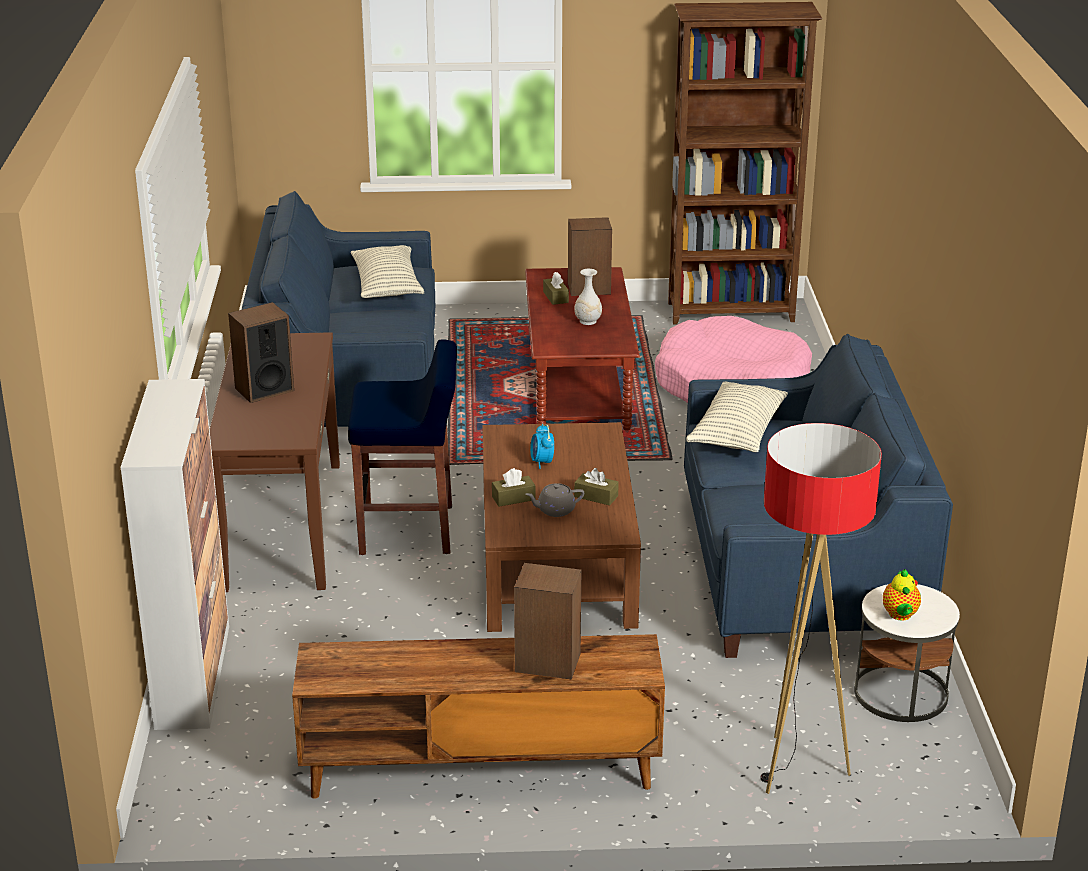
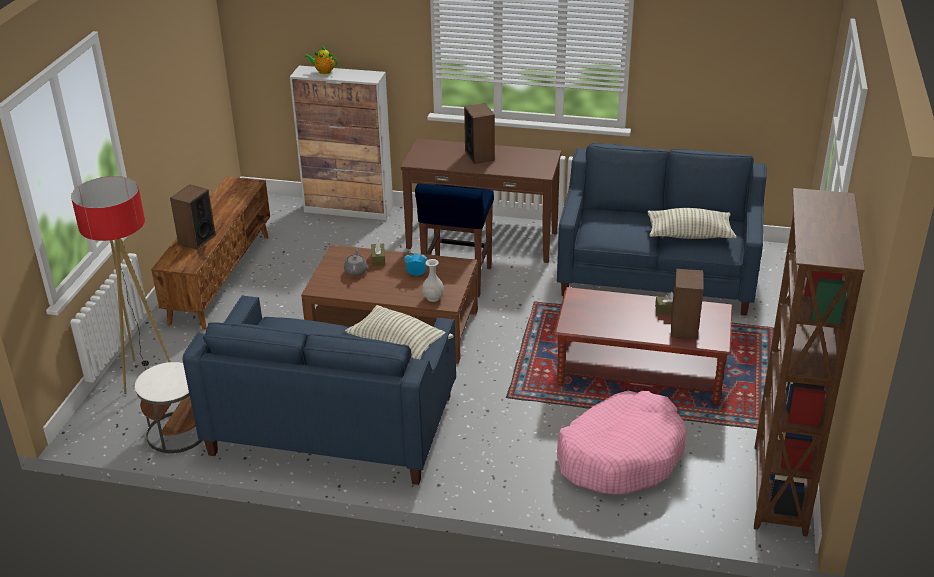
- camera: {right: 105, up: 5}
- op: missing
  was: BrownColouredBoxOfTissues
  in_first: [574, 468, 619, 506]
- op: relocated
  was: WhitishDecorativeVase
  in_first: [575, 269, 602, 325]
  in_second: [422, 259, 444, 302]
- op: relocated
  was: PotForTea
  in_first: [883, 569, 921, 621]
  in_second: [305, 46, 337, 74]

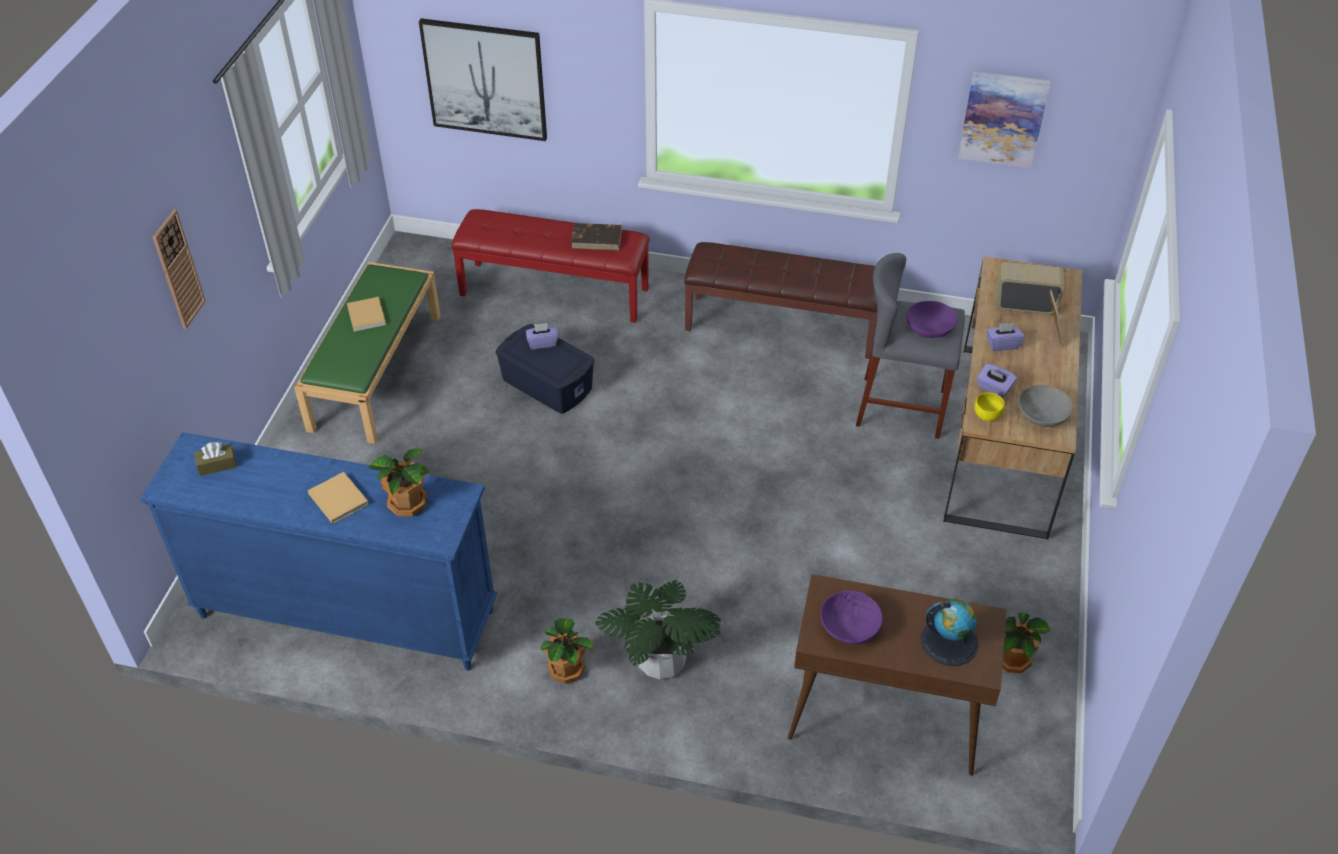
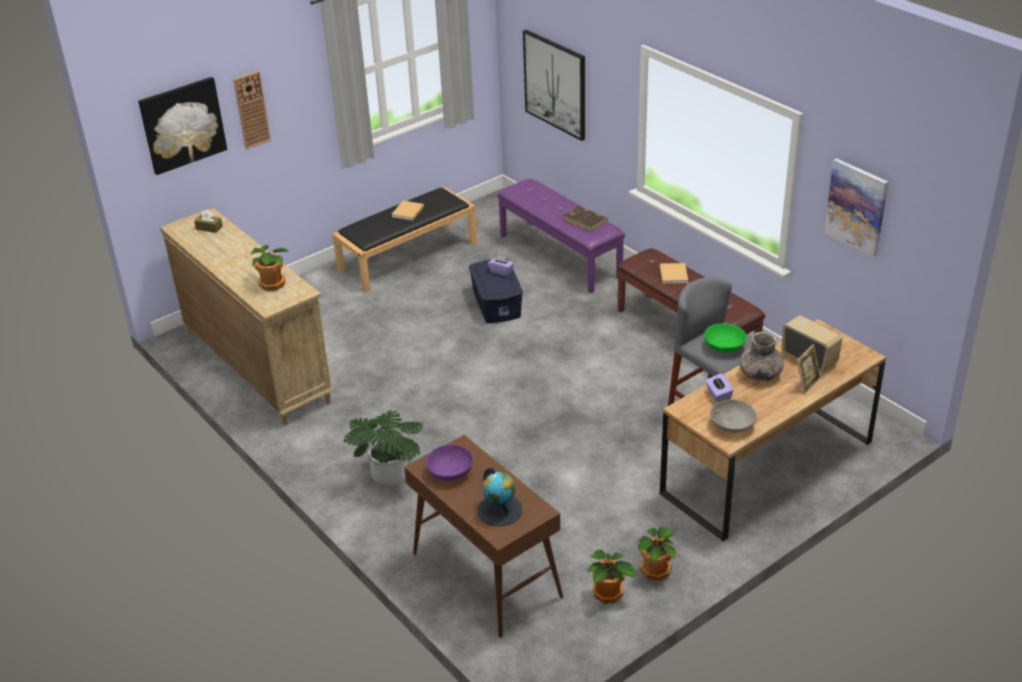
- camera: {right: 40, up: -10}
- op: missing
  was: YellowBowl
  in_first: [974, 392, 1005, 421]
- op: appeared
  now: WallPicture
  in_second: [138, 77, 227, 175]
- op: relocated
  was: SandColouredBook
  in_first: [308, 472, 369, 524]
  in_second: [660, 263, 688, 284]
- op: relocated
  was: Houseplant
  in_first: [540, 618, 594, 684]
  in_second: [638, 527, 676, 581]
- op: exchanged
  was: PurplishBoxOfTissues
  now: GreyishDecorativeVase
  in_first: [986, 323, 1025, 351]
  in_second: [739, 332, 784, 381]
- op: colour
  was: BluishDresser
  now: SandColouredDresser
  in_first: [140, 432, 498, 671]
  in_second: [160, 207, 334, 425]
- op: colour
  was: GreenishIndoorBench
  now: BlackIndoorBench
  in_first: [294, 262, 441, 444]
  in_second: [332, 187, 477, 292]
- op: colour
  was: RedColouredIndoorBench
  now: PurplishIndoorBench
  in_first: [451, 209, 650, 323]
  in_second: [497, 179, 625, 293]
- op: colour
  was: PurplishBowl
  now: GreenishBowl
  in_first: [906, 301, 958, 338]
  in_second: [704, 324, 747, 353]

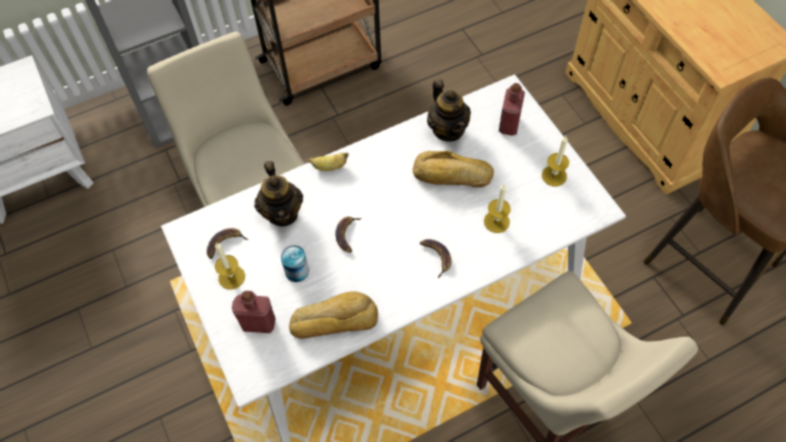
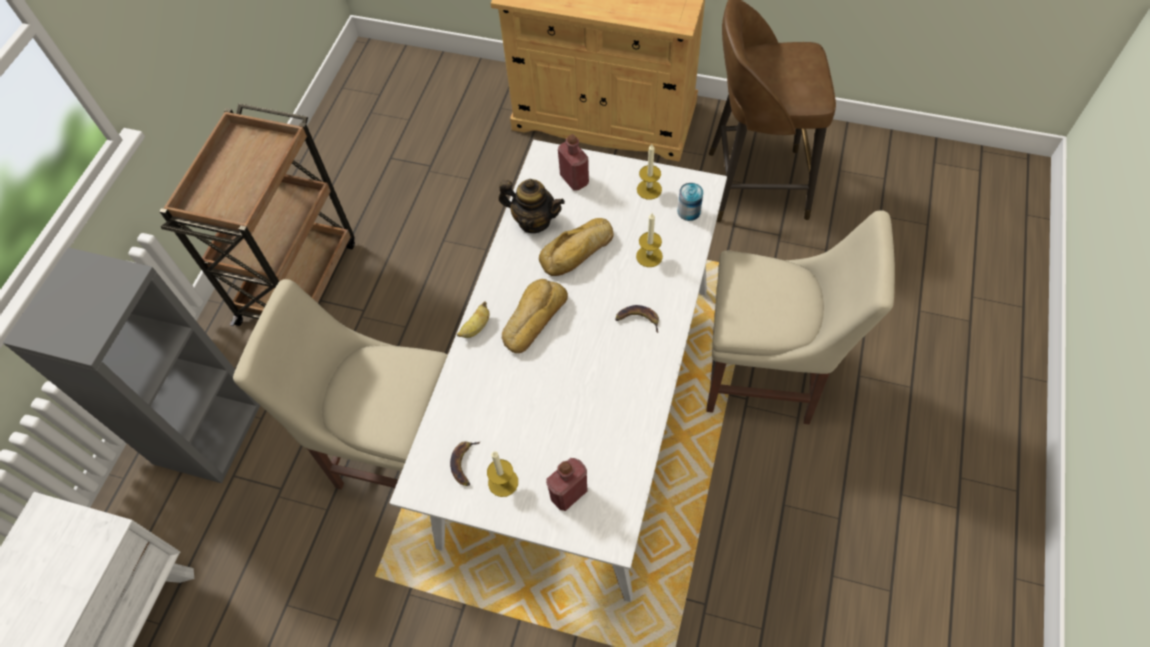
- camera: {right: -45, up: 0}
- op: missing
  was: PotForTea
  in_first: [254, 161, 303, 227]
- op: missing
  was: Banana
  in_first: [335, 216, 361, 253]
- op: relocated
  was: MetalCan
  in_first: [281, 245, 309, 282]
  in_second: [677, 183, 703, 221]
- op: relocated
  was: Bread
  in_first: [289, 291, 378, 339]
  in_second: [502, 279, 568, 353]

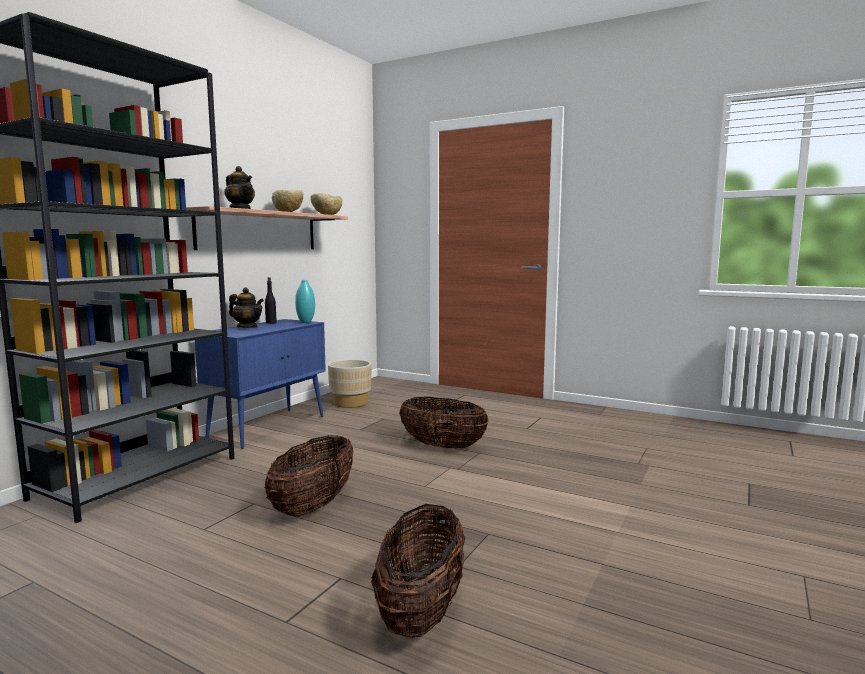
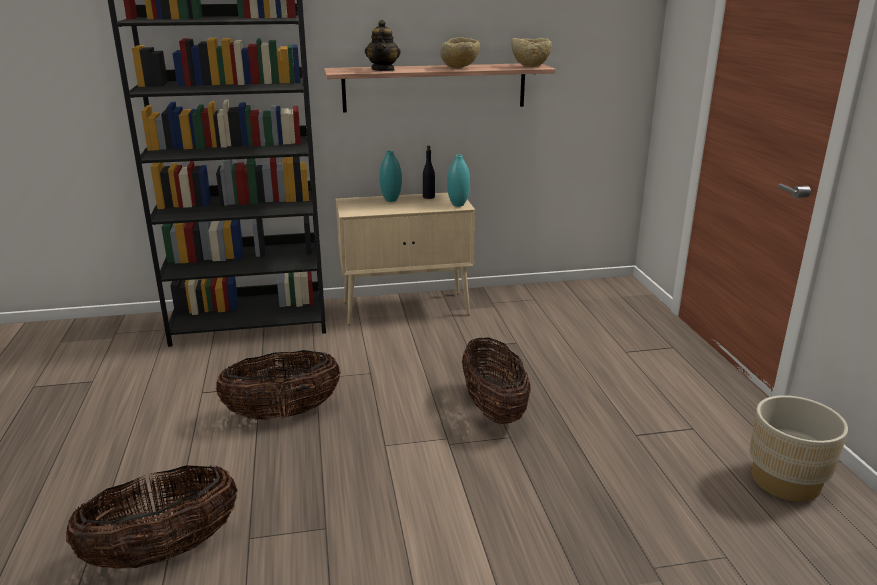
- camera: {right: 50, up: 15}
- op: relocated
  was: SandColouredPlantPot
  in_first: [328, 359, 371, 408]
  in_second: [750, 395, 848, 502]
- op: exchanged
  was: PotForTea
  now: TurquoiseDecorativeVase
  in_first: [229, 287, 264, 328]
  in_second: [379, 151, 402, 202]
- op: colour
  was: BluishCabinet
  now: SandColouredCabinet
  in_first: [195, 319, 326, 449]
  in_second: [336, 193, 475, 325]

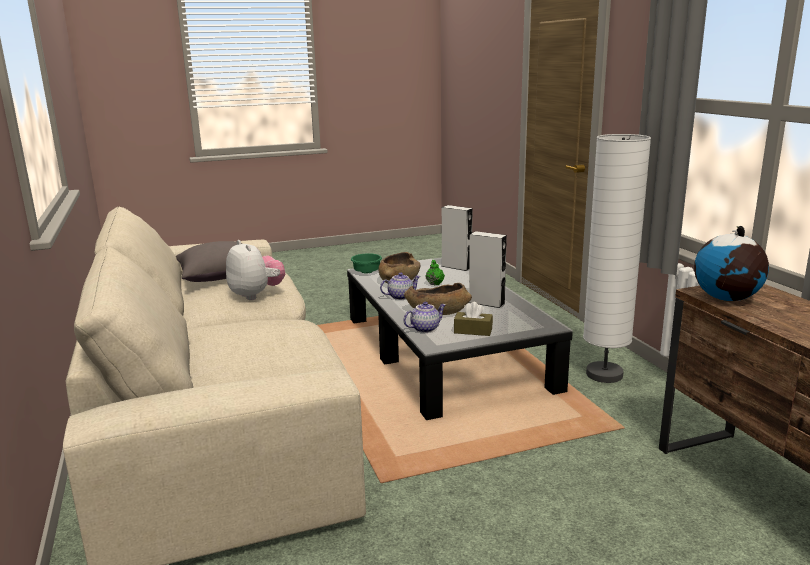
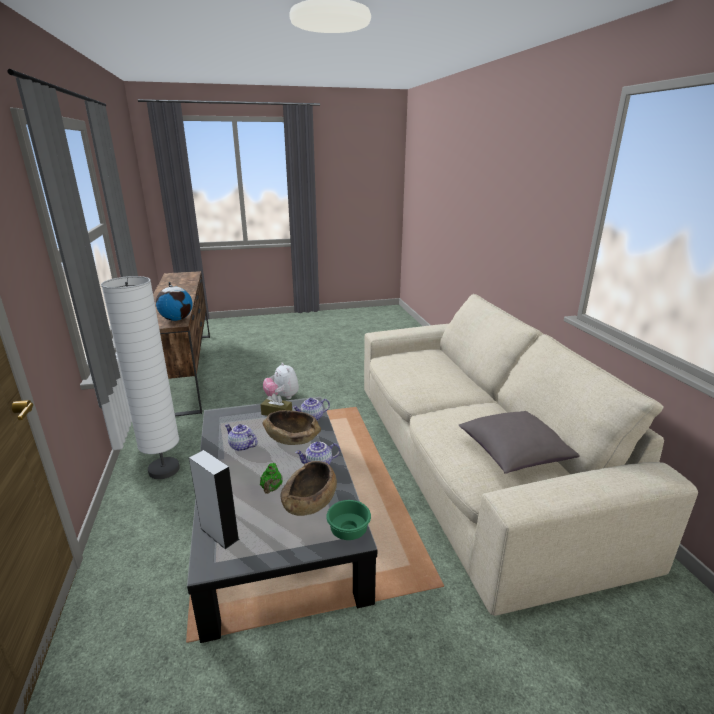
- camera: {right: -175, up: 5}
- op: relocated
  was: PlushToy
  in_first: [226, 240, 285, 300]
  in_second: [263, 363, 299, 399]
- op: exchanged
  was: GreyishSpeaker
  now: PotForTea
  in_first: [469, 231, 507, 308]
  in_second: [225, 424, 257, 451]

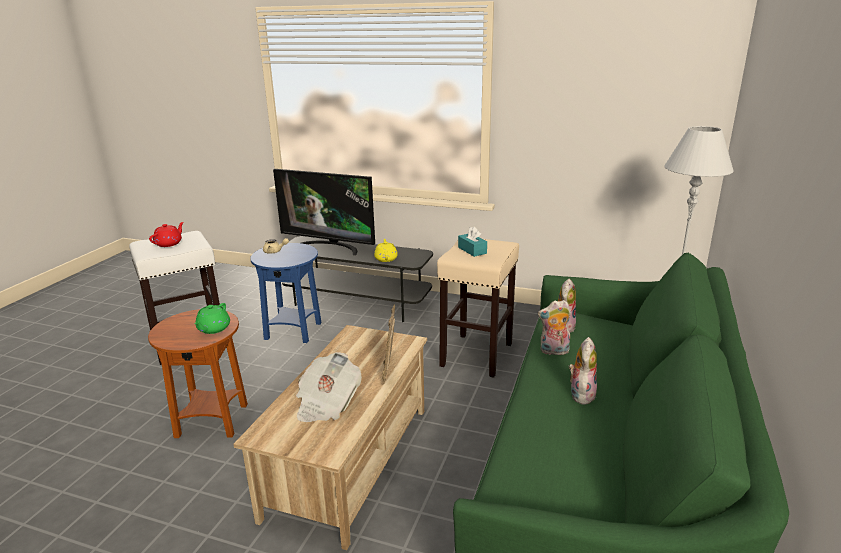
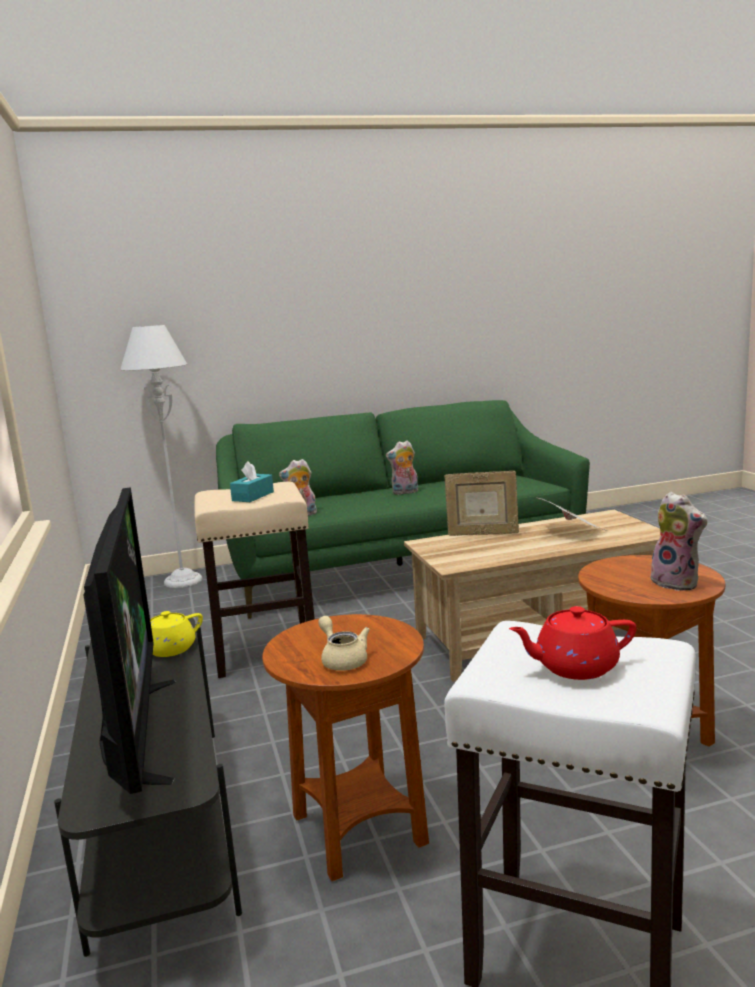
- camera: {right: -125, up: -10}
- op: missing
  was: GreenishPotForTea
  in_first: [194, 303, 230, 334]
- op: relocated
  was: PlushToy
  in_first: [538, 300, 571, 355]
  in_second: [650, 492, 707, 591]
- op: colour
  was: BluishAccentTable
  now: BrownColouredAccentTable
  in_first: [250, 243, 322, 343]
  in_second: [262, 614, 429, 881]
- op: spun
  was: StandingFrame
  in_first: [382, 304, 395, 385]
  in_second: [444, 471, 519, 536]
  clockwise: 45

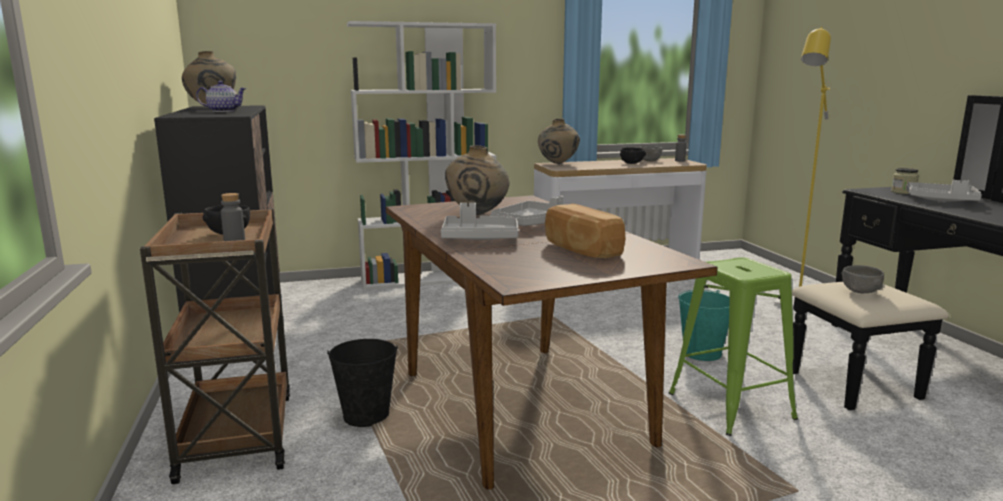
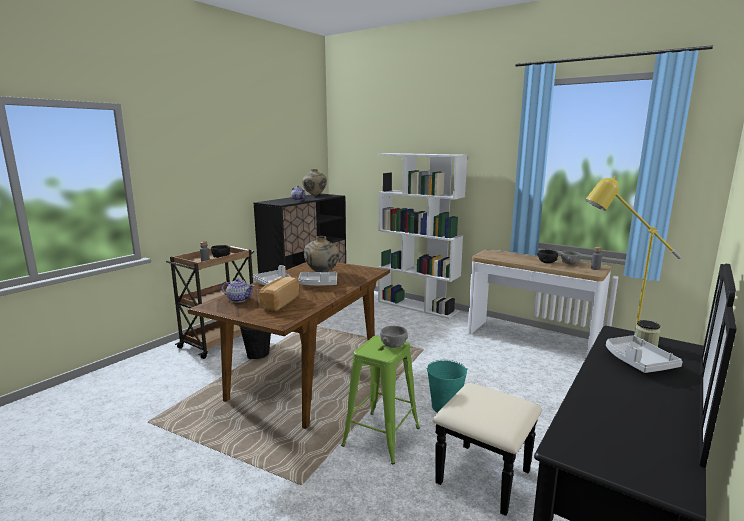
- camera: {right: 50, up: 0}
- op: missing
  was: SandColouredDecorativeVase
  in_first: [538, 119, 580, 164]
- op: appeared
  now: PotForTea
  in_second: [221, 278, 255, 302]
- op: relocated
  was: GreyishBowl
  in_first: [841, 265, 884, 293]
  in_second: [380, 326, 408, 348]

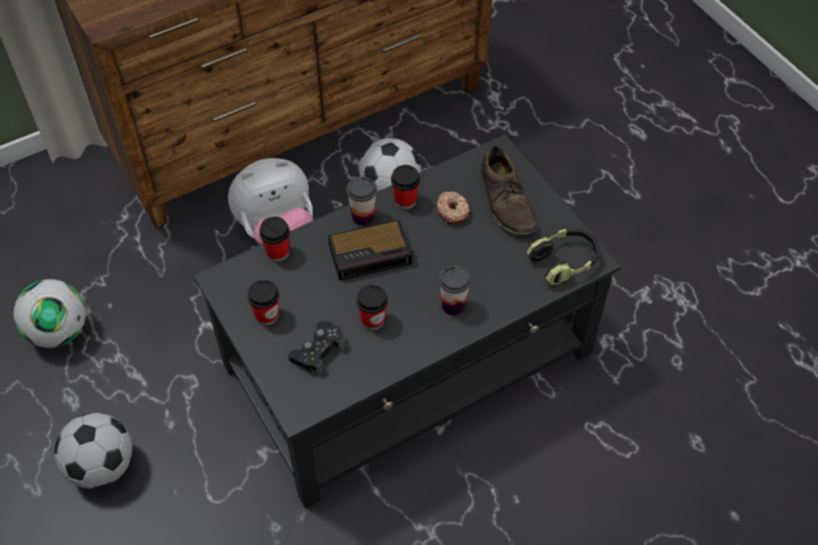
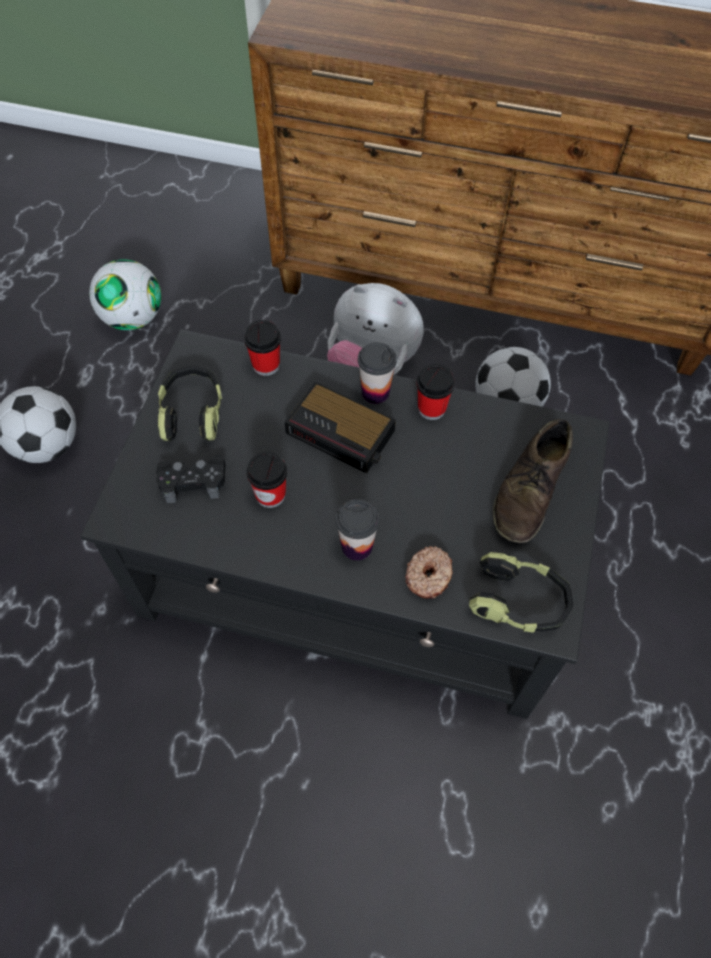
- camera: {right: 45, up: 5}
- op: relocated
  was: Donut
  in_first: [436, 191, 470, 224]
  in_second: [405, 546, 453, 599]
- op: exchanged
  was: SmallCup
  now: Headset
  in_first: [247, 279, 279, 325]
  in_second: [158, 366, 222, 442]

